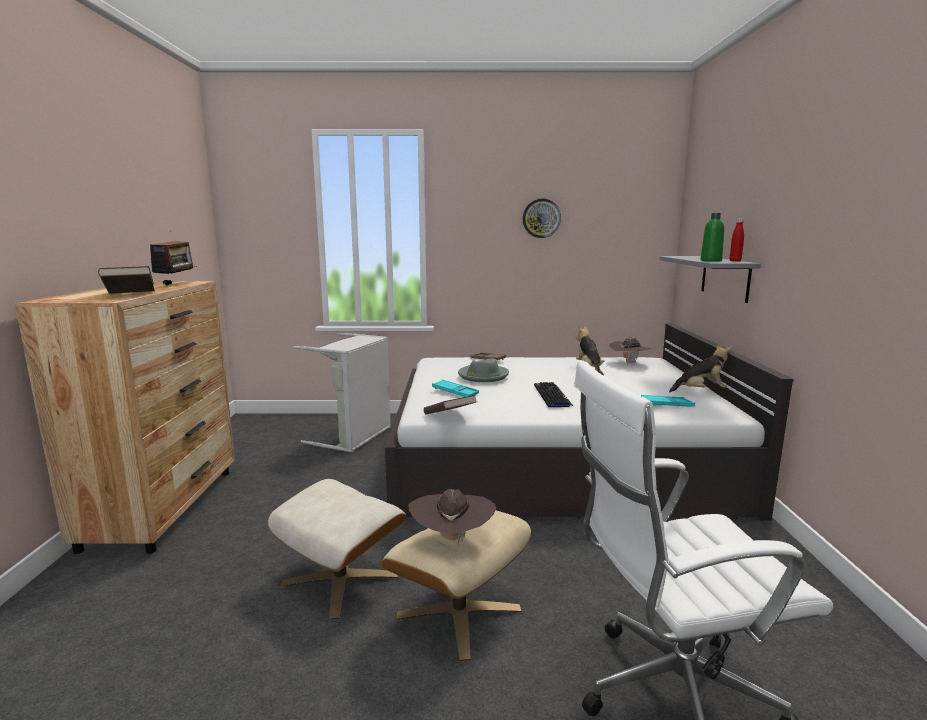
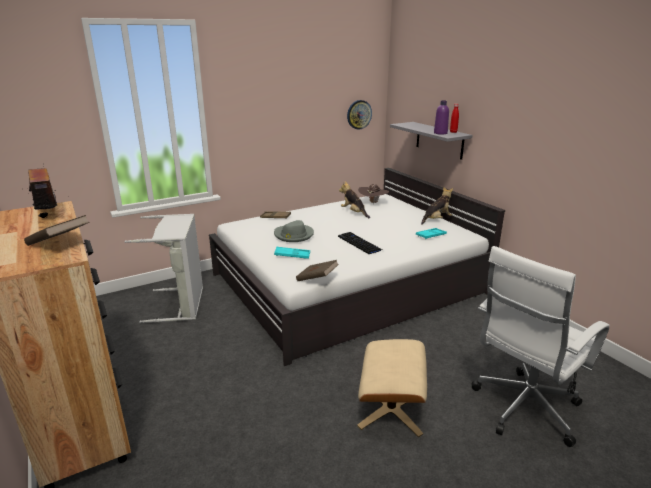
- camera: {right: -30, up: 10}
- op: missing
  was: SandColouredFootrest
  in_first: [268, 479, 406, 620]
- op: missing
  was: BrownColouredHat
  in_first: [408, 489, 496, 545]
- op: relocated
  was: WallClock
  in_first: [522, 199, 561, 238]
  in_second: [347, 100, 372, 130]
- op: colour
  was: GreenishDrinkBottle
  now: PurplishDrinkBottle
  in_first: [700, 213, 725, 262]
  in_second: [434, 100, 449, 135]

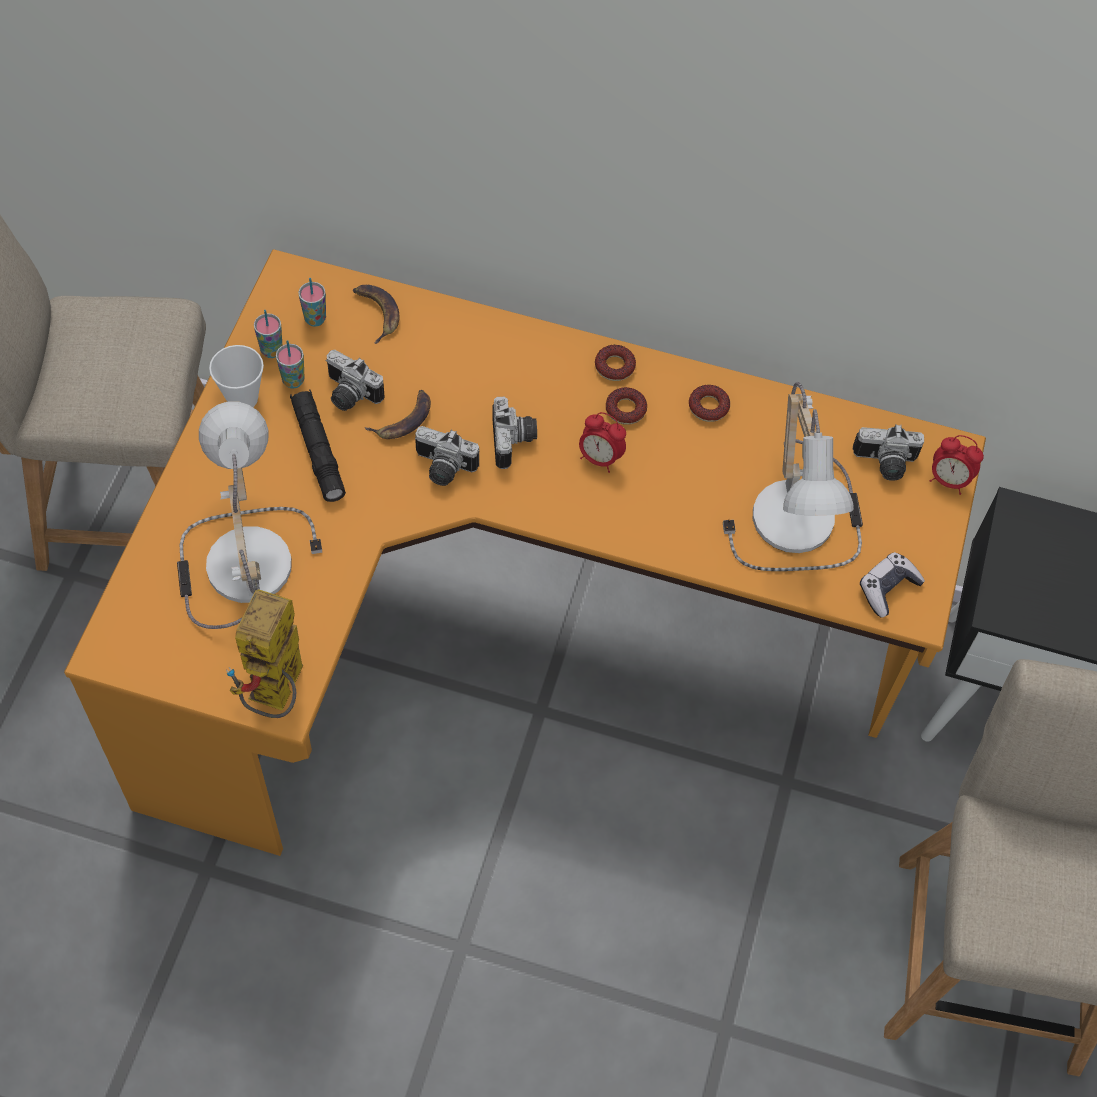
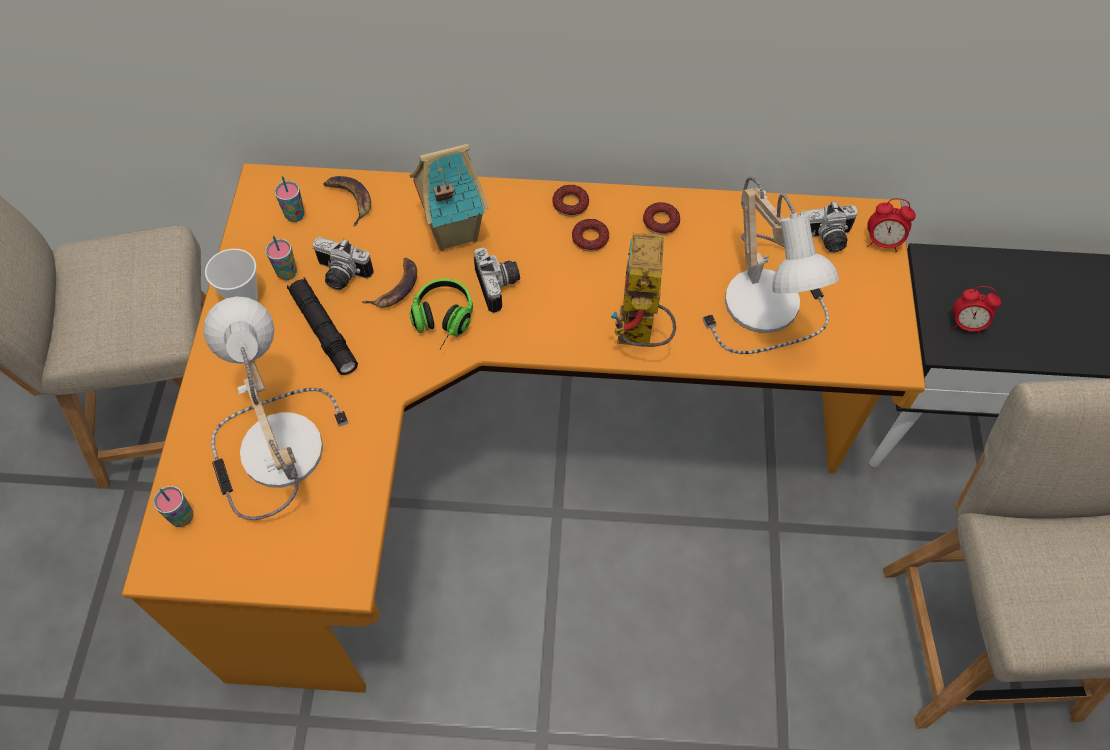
- camera: {right: -10, up: 0}
- op: missing
  was: GameController
  in_first: [860, 552, 925, 618]
- op: appeared
  now: ToyHouse
  in_second: [409, 144, 488, 251]
- op: relocated
  was: ToyRobot
  in_first: [226, 589, 303, 718]
  in_second: [610, 233, 676, 347]
- op: relocated
  was: SmallCup
  in_first: [254, 310, 282, 358]
  in_second: [153, 486, 193, 527]
- op: relocated
  was: BedsideClock
  in_first: [579, 412, 626, 473]
  in_second: [951, 286, 1001, 336]
- op: exchanged
  was: PhotoCamera
  now: Headset
  in_first: [415, 426, 479, 486]
  in_second: [410, 279, 473, 349]

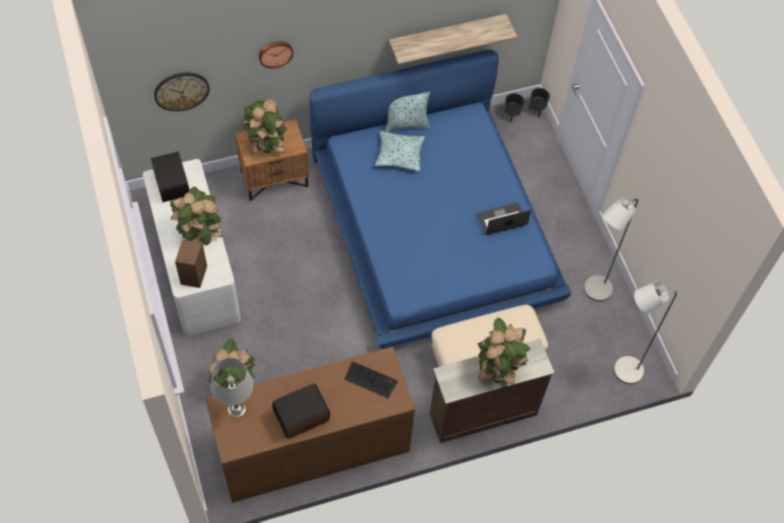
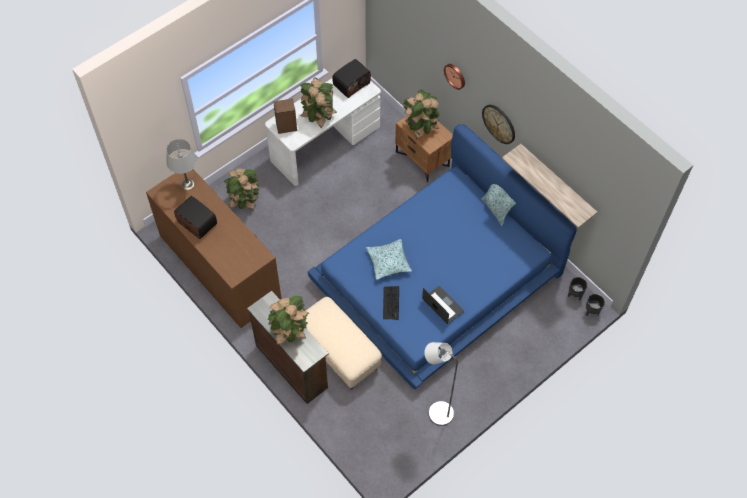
- camera: {right: 70, up: 0}
- op: missing
  was: GreyishStandingLamp
  in_first: [614, 281, 677, 384]
- op: relocated
  was: WallClock
  in_first: [154, 73, 209, 111]
  in_second: [482, 105, 515, 144]
- op: relocated
  was: PcKeyboard
  in_first: [344, 362, 398, 398]
  in_second: [383, 286, 399, 320]
- op: relocated
  was: ThrowPillow
  in_first: [375, 131, 425, 171]
  in_second: [366, 239, 412, 280]

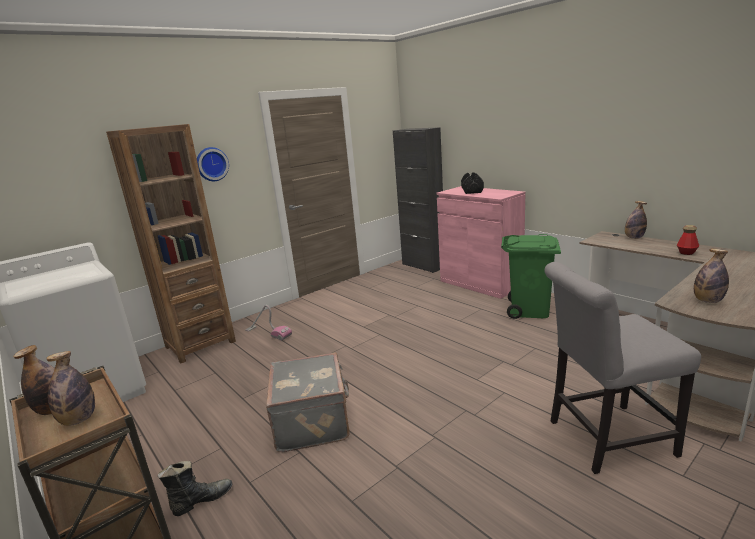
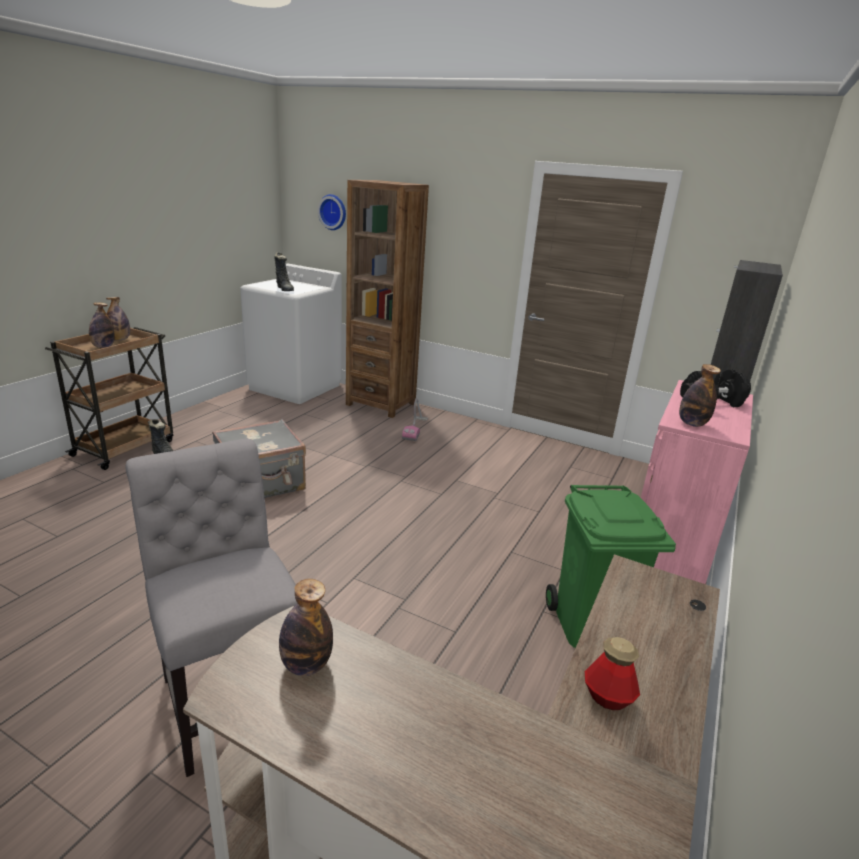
- camera: {right: 65, up: 5}
- op: appeared
  now: BlackHighTopBoot
  in_second: [274, 252, 294, 291]
- op: relocated
  was: WallClock
  in_first: [197, 147, 229, 181]
  in_second: [318, 194, 346, 230]
- op: relocated
  was: DrinkBottle
  in_first: [625, 201, 647, 239]
  in_second: [679, 364, 721, 427]

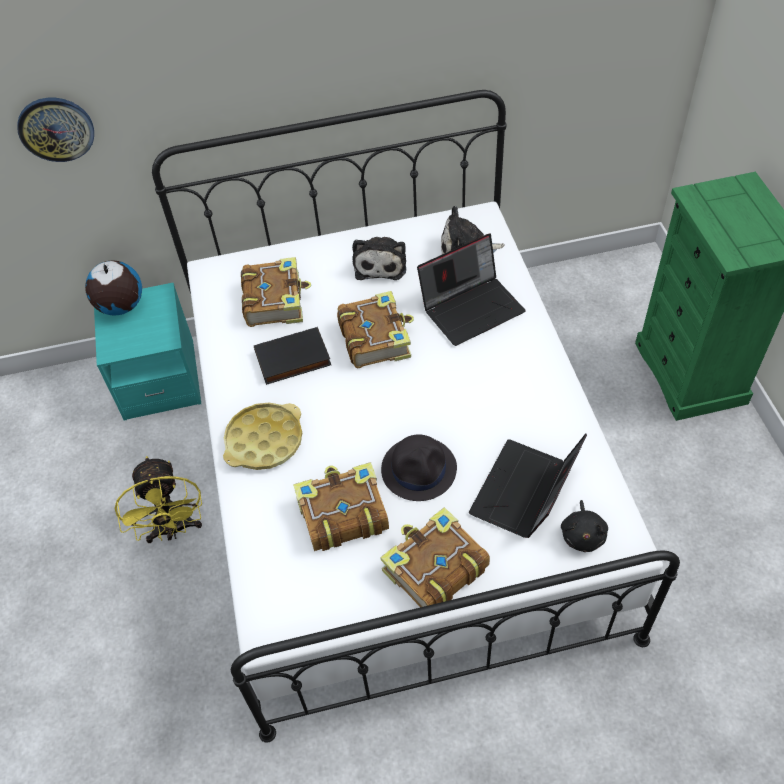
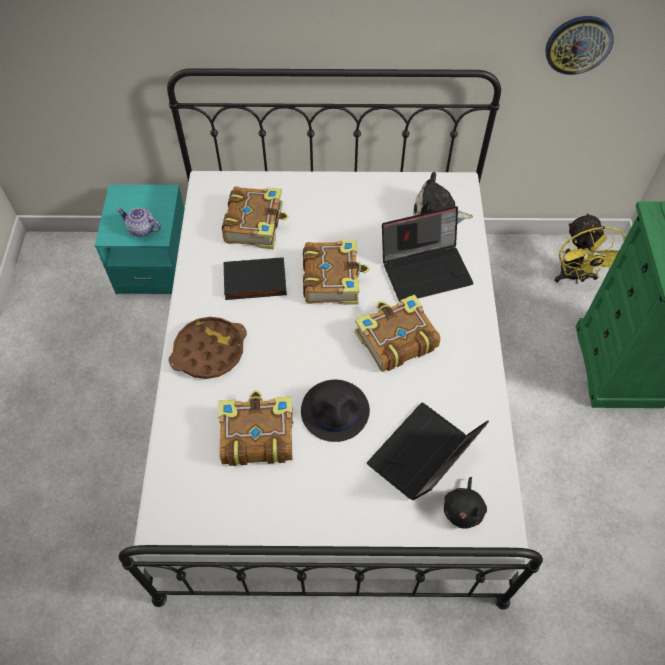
- camera: {right: 10, up: 5}
- op: missing
  was: Globe
  in_first: [85, 261, 142, 315]
- op: missing
  was: PlushToy
  in_first: [352, 237, 406, 280]
- op: appeared
  now: PotForTea
  in_second: [117, 208, 161, 237]
- op: relocated
  was: WallClock
  in_first: [17, 98, 94, 162]
  in_second: [545, 16, 613, 75]
- op: relocated
  was: YellowElectricFan
  in_first: [114, 456, 202, 543]
  in_second: [555, 212, 626, 284]
- op: relocated
  was: Book
  in_first: [380, 507, 490, 607]
  in_second: [355, 294, 440, 372]
- op: colour
  was: YellowTray
  now: BrownColouredTray
  in_first: [223, 403, 302, 470]
  in_second: [168, 317, 247, 379]

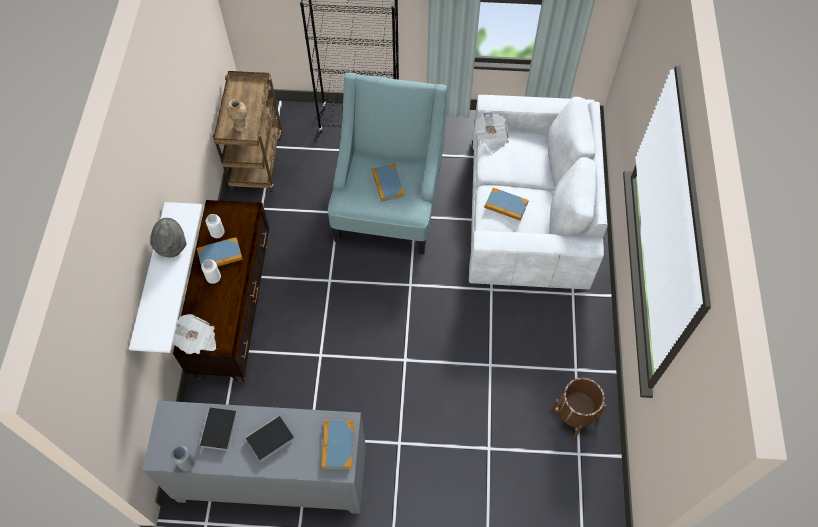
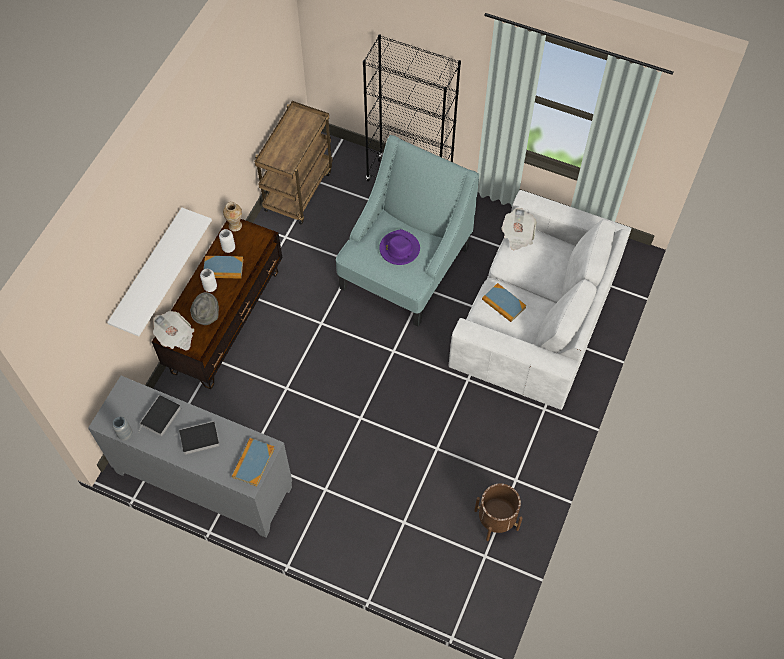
- camera: {right: 20, up: 0}
- op: relocated
  was: GreyishHat
  in_first: [150, 218, 186, 258]
  in_second: [190, 292, 219, 325]
- op: relocated
  was: DecorativeVase
  in_first: [227, 99, 248, 131]
  in_second: [223, 202, 242, 231]
- op: exchanged
  was: Book
  now: PurplishHat
  in_first: [372, 164, 404, 201]
  in_second: [379, 229, 420, 265]

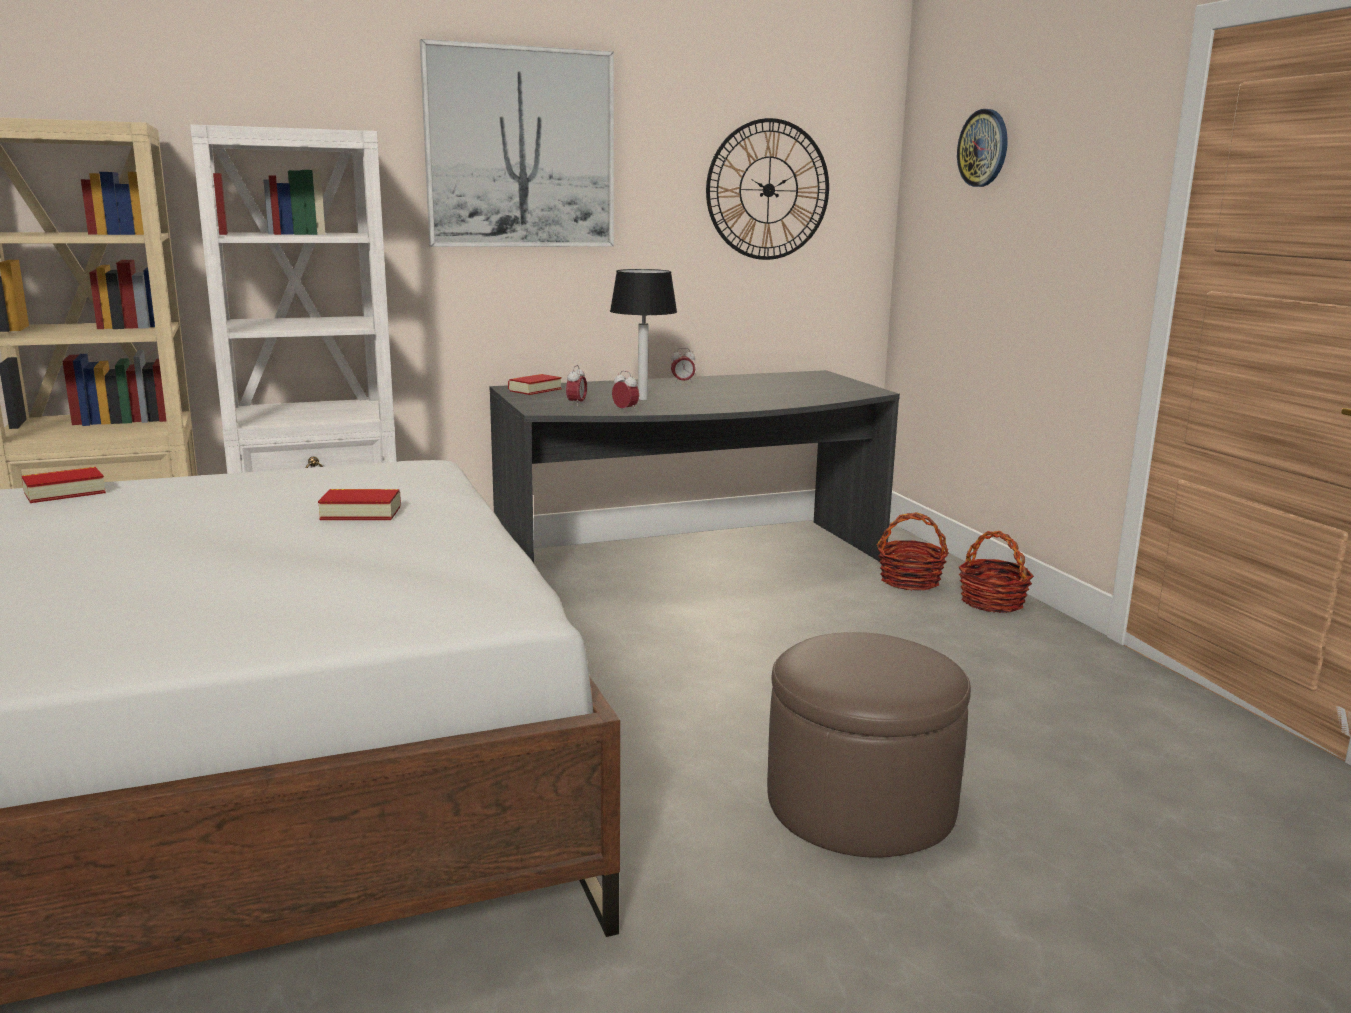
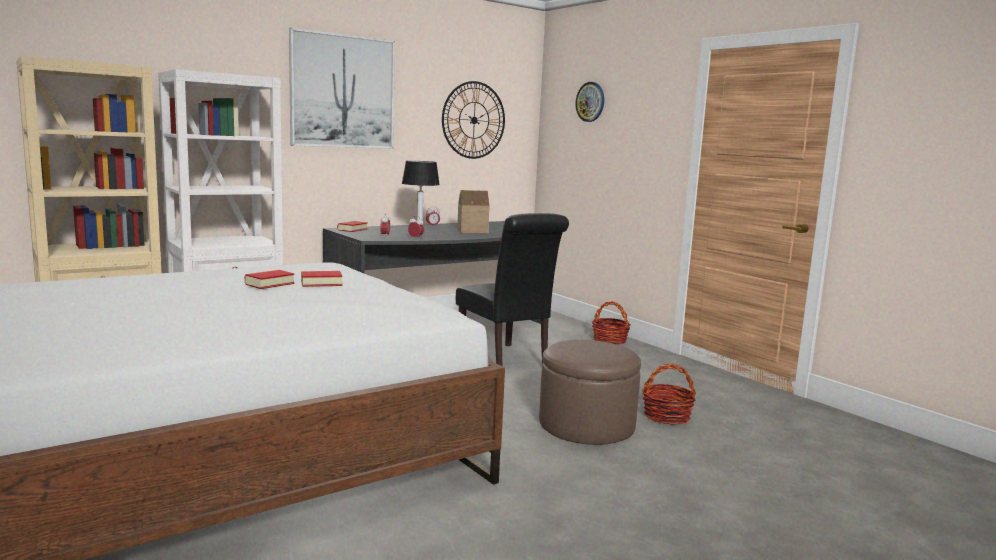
- camera: {right: -15, up: -5}
- op: appeared
  now: BlackPlainChair
  in_second: [456, 213, 569, 366]
- op: appeared
  now: ToyHouse
  in_second: [457, 190, 490, 233]
- op: relocated
  was: Book
  in_first: [22, 467, 106, 503]
  in_second: [245, 270, 295, 289]
- op: relocated
  was: Basket
  in_first: [877, 512, 949, 591]
  in_second: [642, 363, 696, 425]

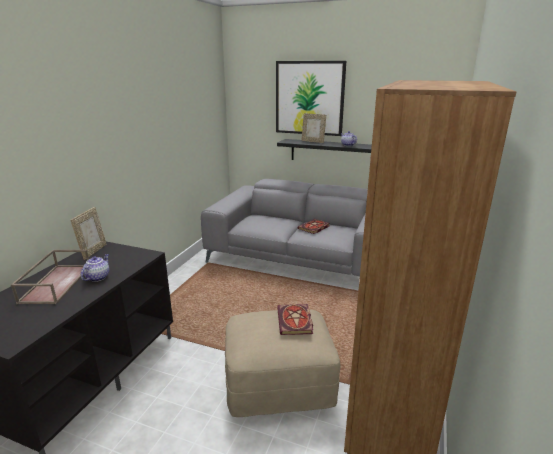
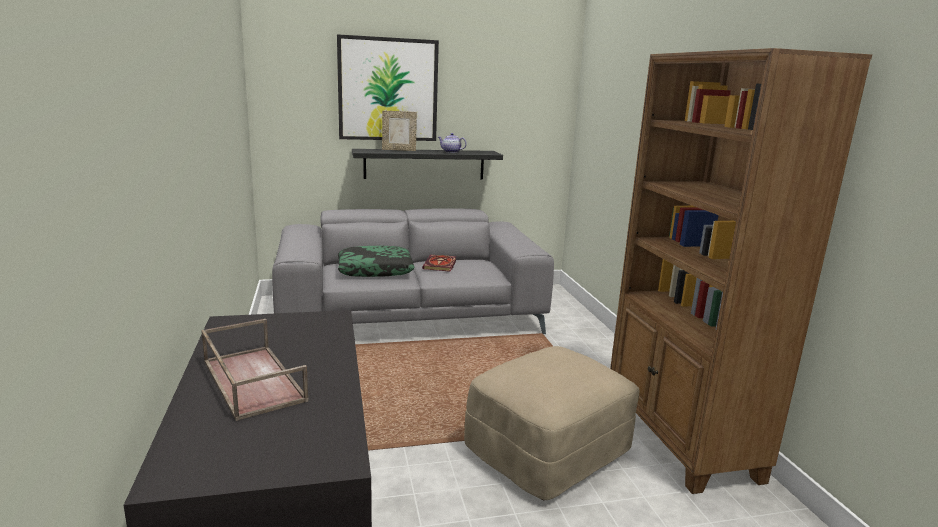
- camera: {right: -35, up: -5}
- op: missing
  was: StandingFrame
  in_first: [70, 207, 107, 260]
- op: missing
  was: PotForTea
  in_first: [81, 254, 109, 282]
- op: missing
  was: Book
  in_first: [277, 304, 313, 335]
- op: appeared
  now: ThrowPillow
  in_second: [338, 246, 414, 277]

